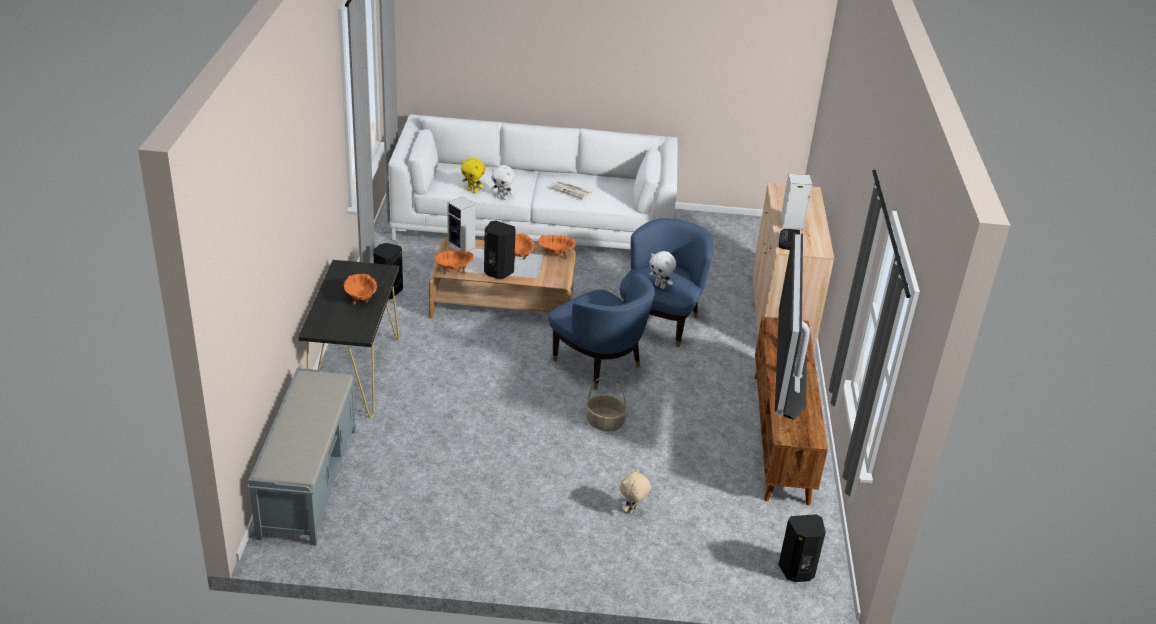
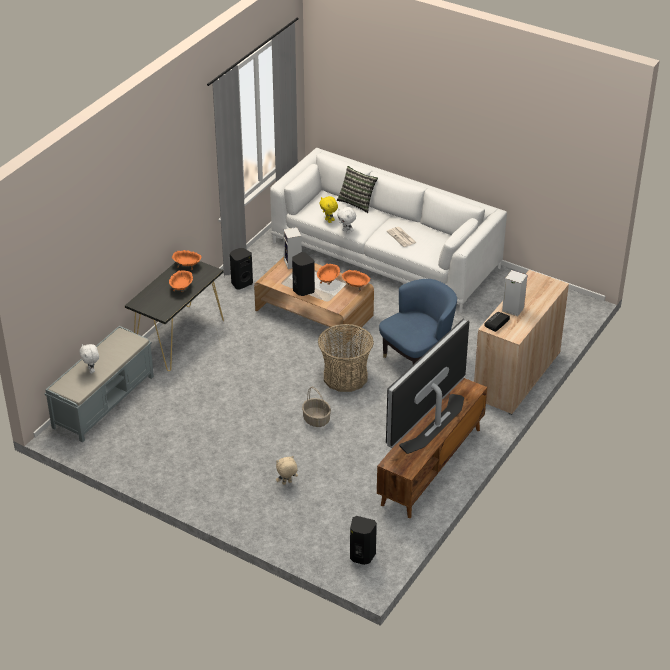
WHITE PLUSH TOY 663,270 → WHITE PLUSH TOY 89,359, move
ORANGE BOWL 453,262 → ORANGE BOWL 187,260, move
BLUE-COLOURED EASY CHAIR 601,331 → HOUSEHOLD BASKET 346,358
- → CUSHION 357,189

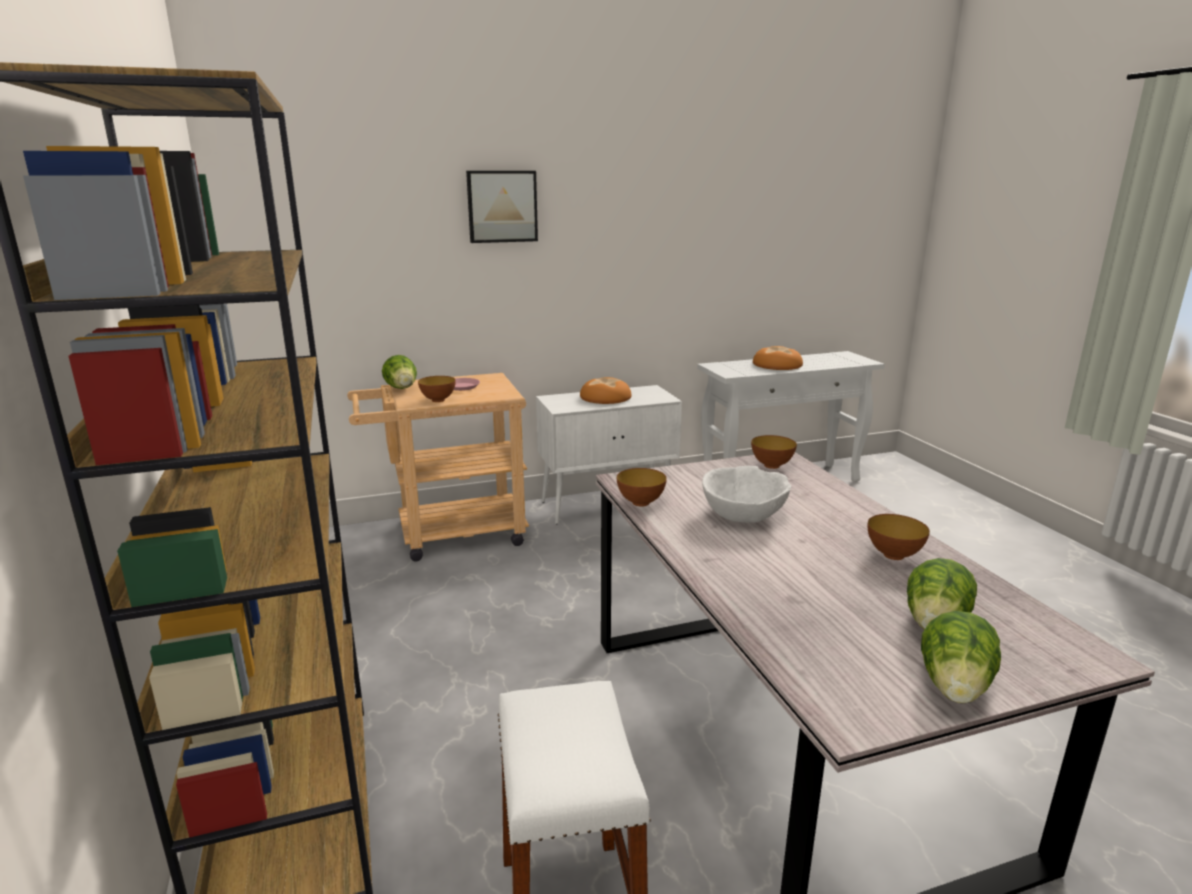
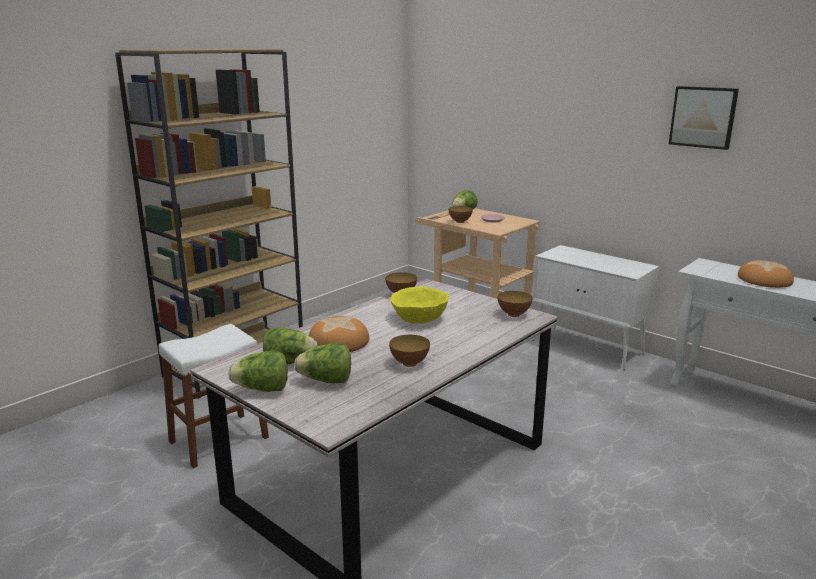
- → LETTUCE HEAD 290,346
BAKED BREAD 605,390 → BAKED BREAD 339,334, move
WHITE BOWL 746,494 → YELLOWISH BOWL 420,305
WALL ART 502,207 → WALL ART 704,118, move

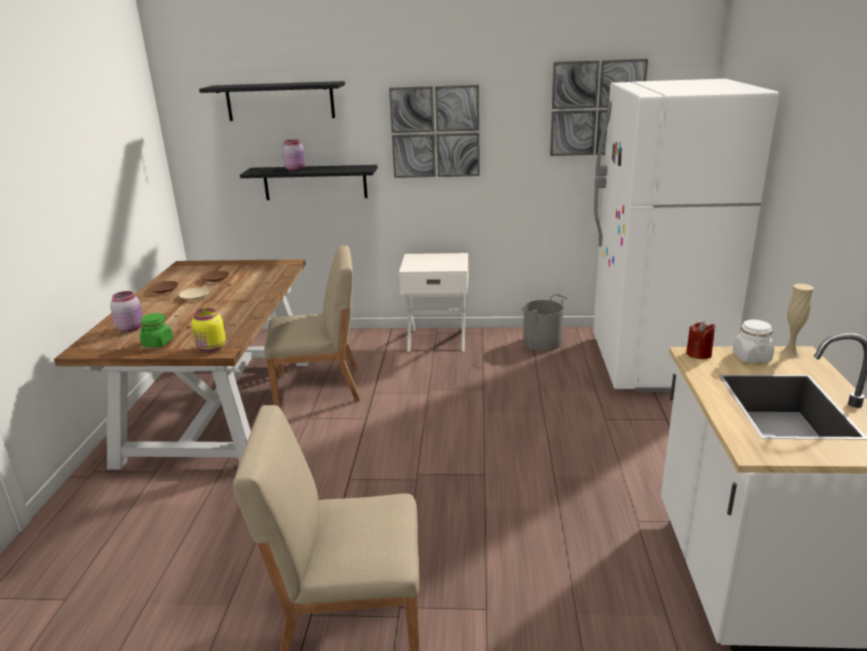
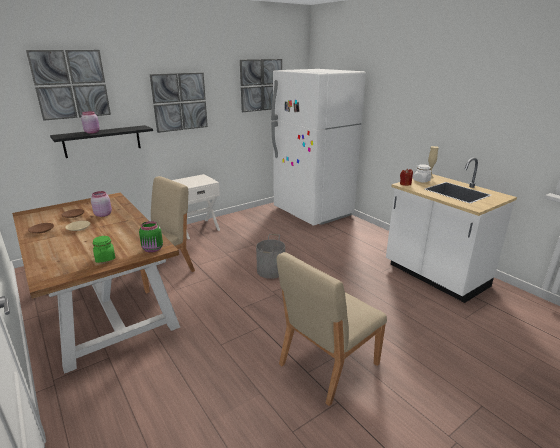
BLACK-COLOURED BRACKET SHELF 272,101 → WALL ART 68,85
PINKISH STORAGE JAR 126,311 → PINKISH STORAGE JAR 101,204, move
YELLOWISH STORAGE JAR 208,330 → GREEN STORAGE JAR 151,237
GREYISH WATER BUCKET 543,322 → GREYISH WATER BUCKET 270,256, move

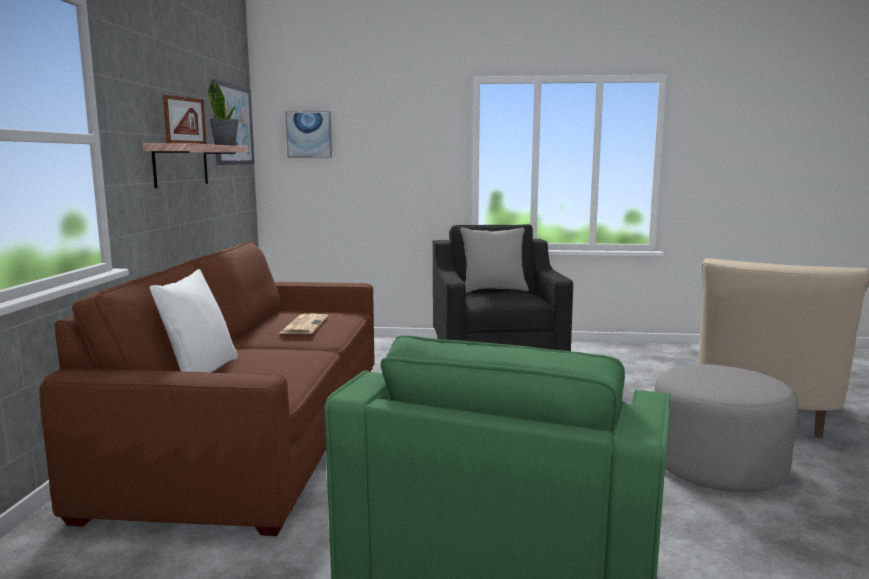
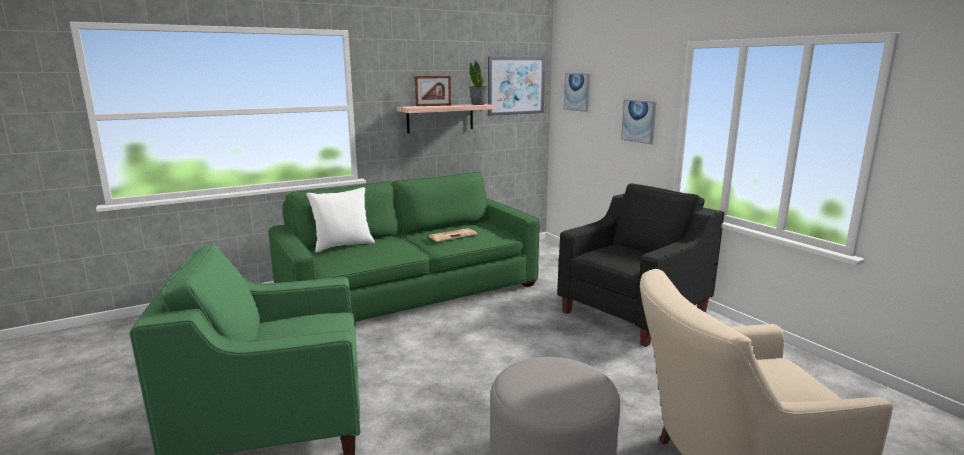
BROWN-COLOURED SOFA 207,388 → GREEN SOFA 404,247
- → WALL ART 638,121
GREYISH CUSHION 494,260 → -

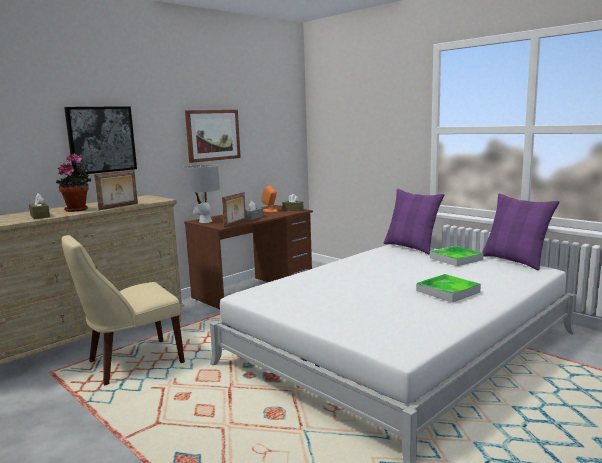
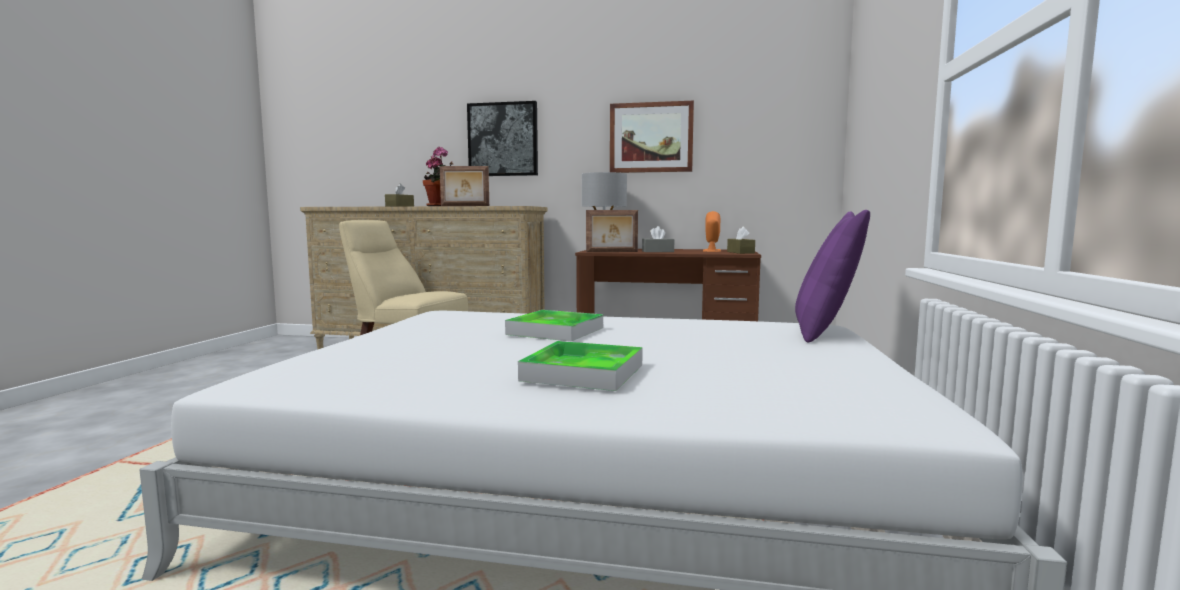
SERVING TRAY 457,256 → SERVING TRAY 554,325, move
PURPLE CUSHION 520,231 → -

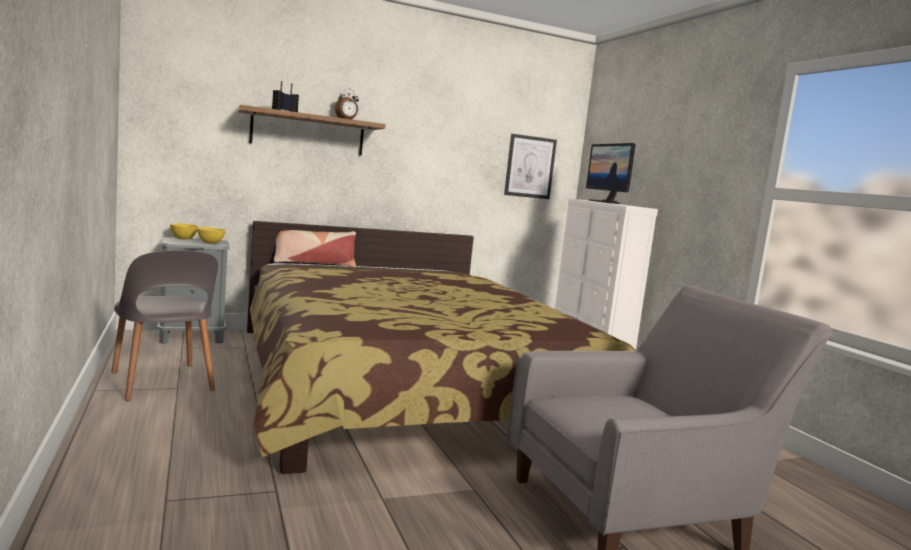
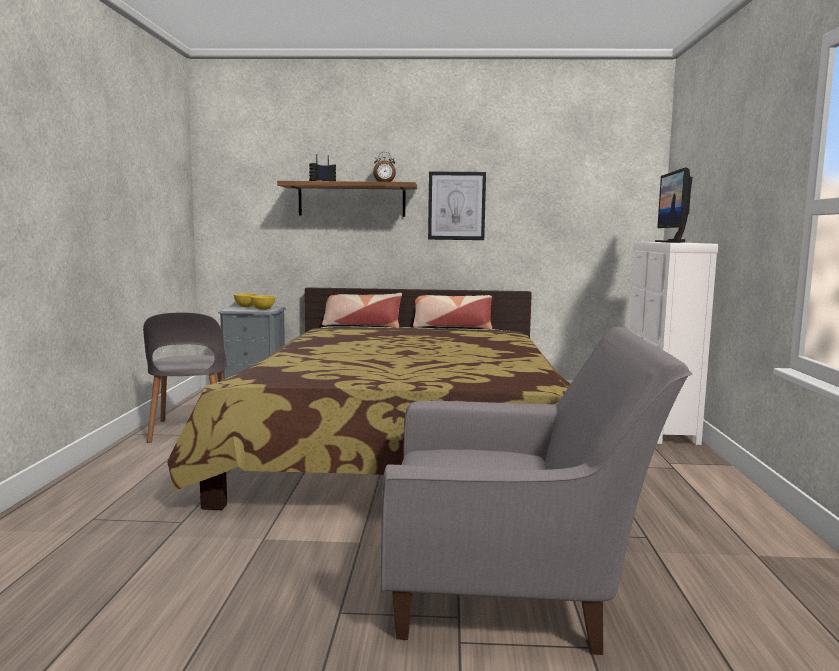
- → CUSHION 452,312
WALL ART 530,166 → WALL ART 457,205, move

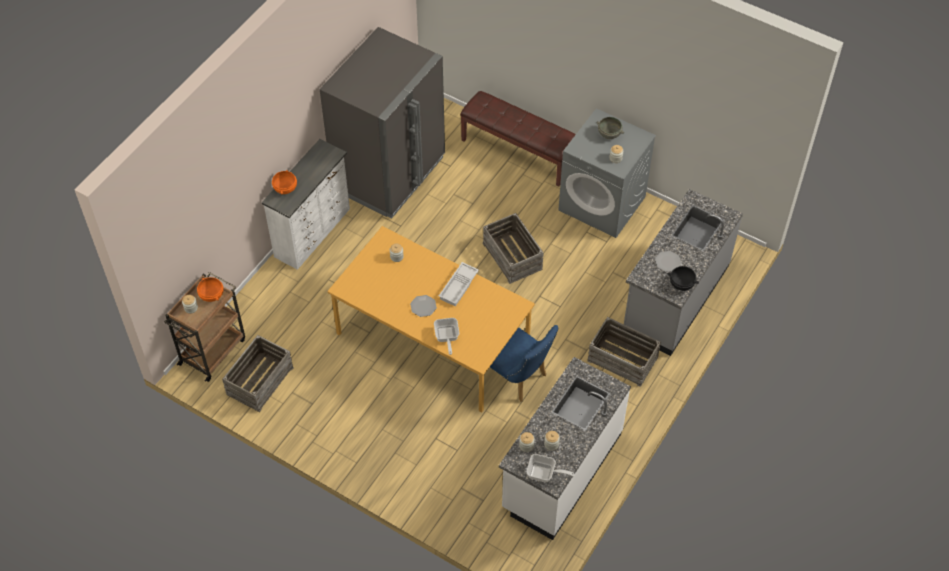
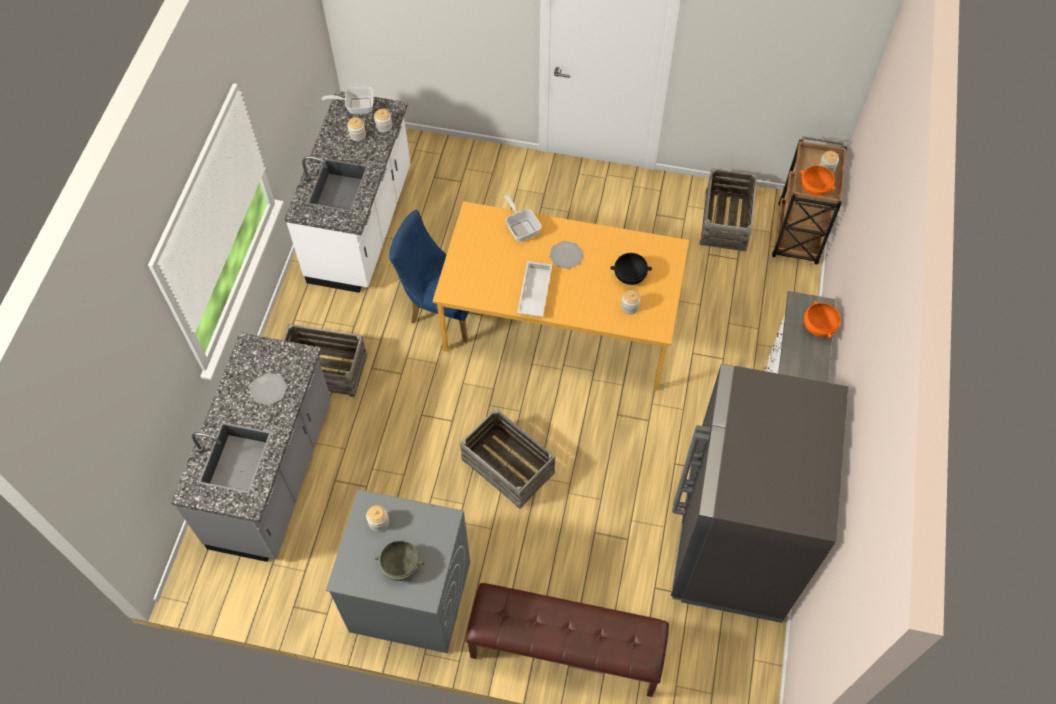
BLACK-COLOURED BOWL 683,278 → BLACK-COLOURED BOWL 631,269, move

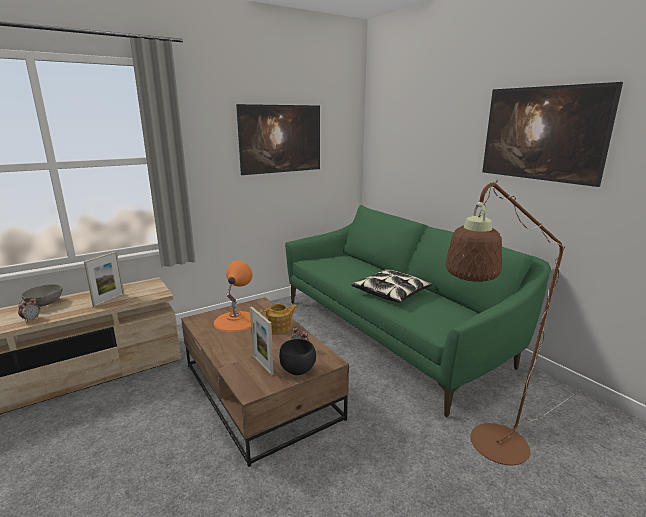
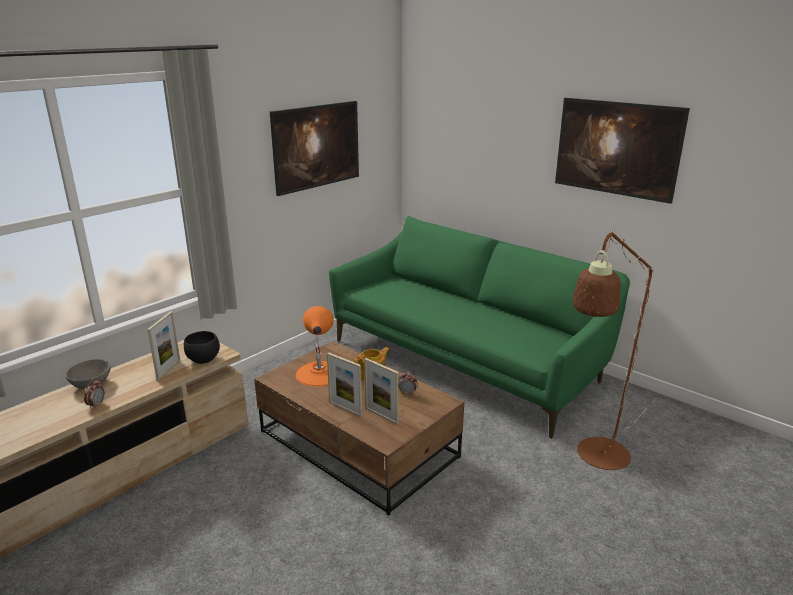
BLACK-COLOURED BOWL 297,357 → BLACK-COLOURED BOWL 202,347, move
- → STANDING FRAME 344,384
CUSHION 391,286 → -

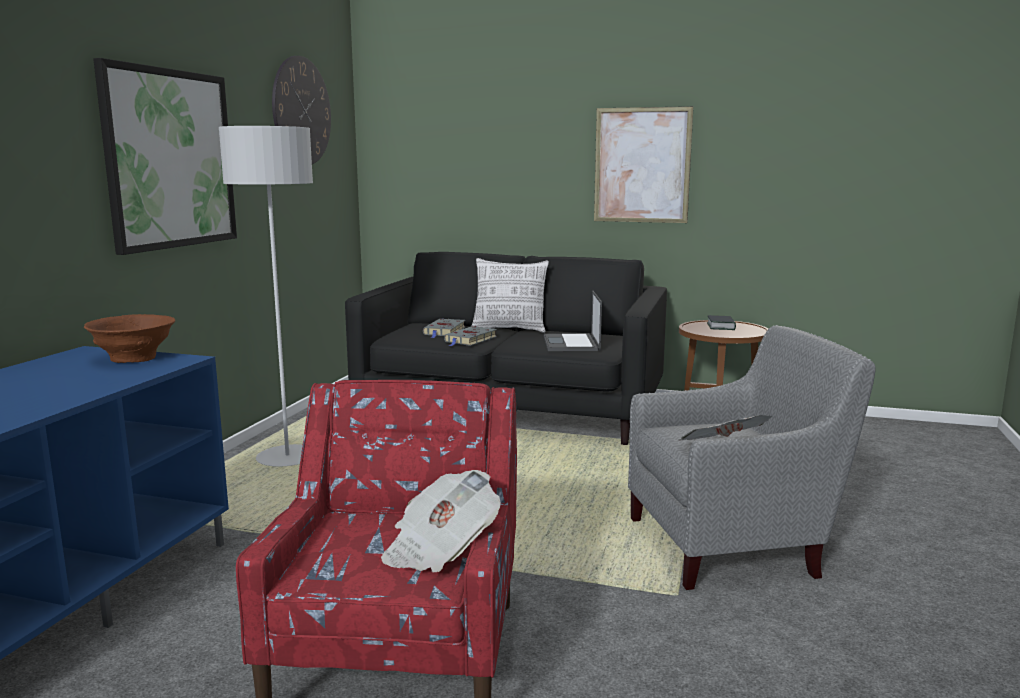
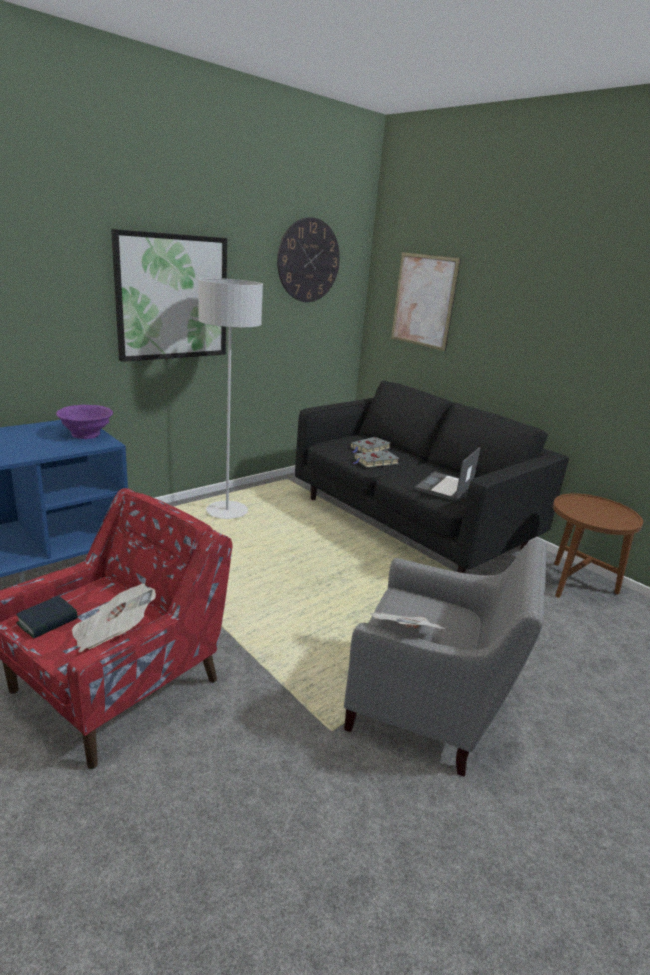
VOLUME 721,322 → VOLUME 46,617, move
BROWN-COLOURED BOWL 129,338 → PURPLE BOWL 84,422
WALL ART 643,164 → WALL ART 426,301, move
CUSHION 510,295 → -

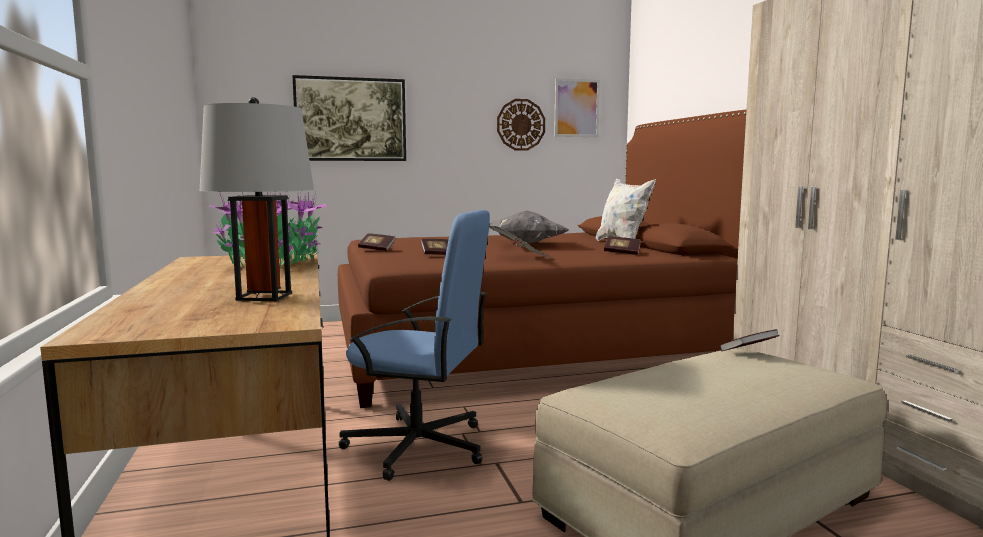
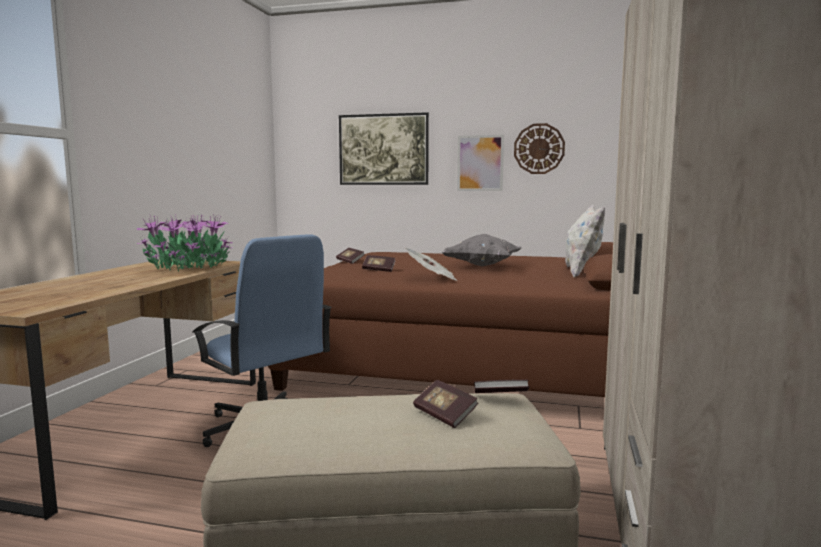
VOLUME 622,245 → VOLUME 445,404, move
WALL ART 577,107 → WALL ART 480,163, move
GREYISH TABLE LAMP 256,199 → -

